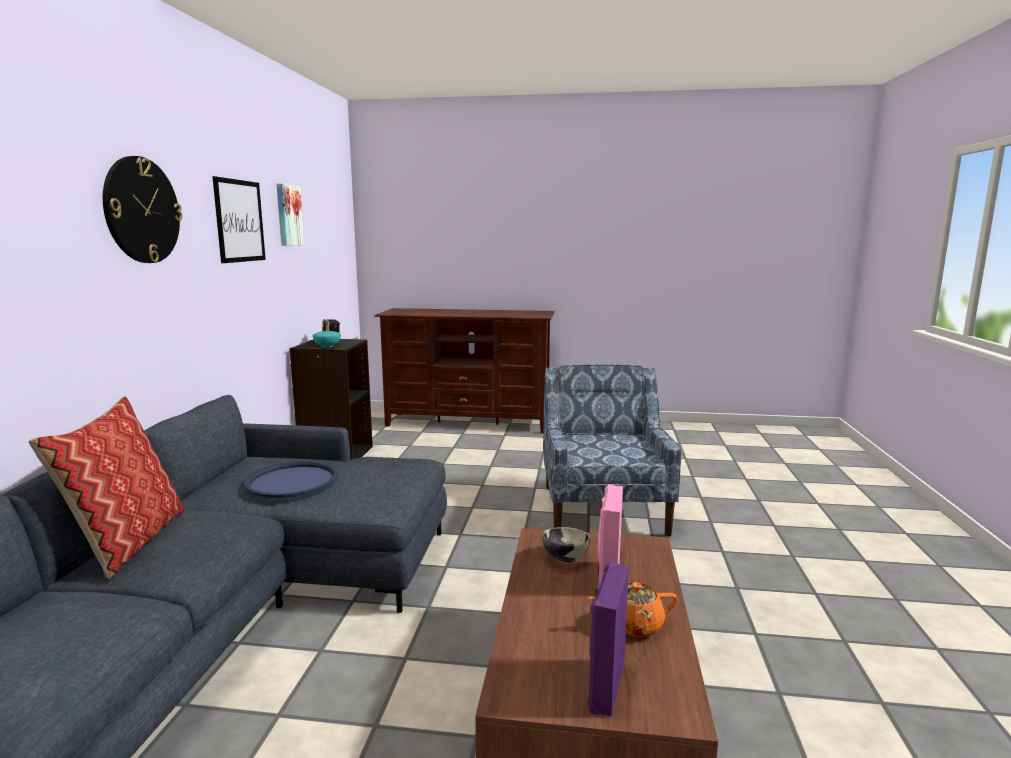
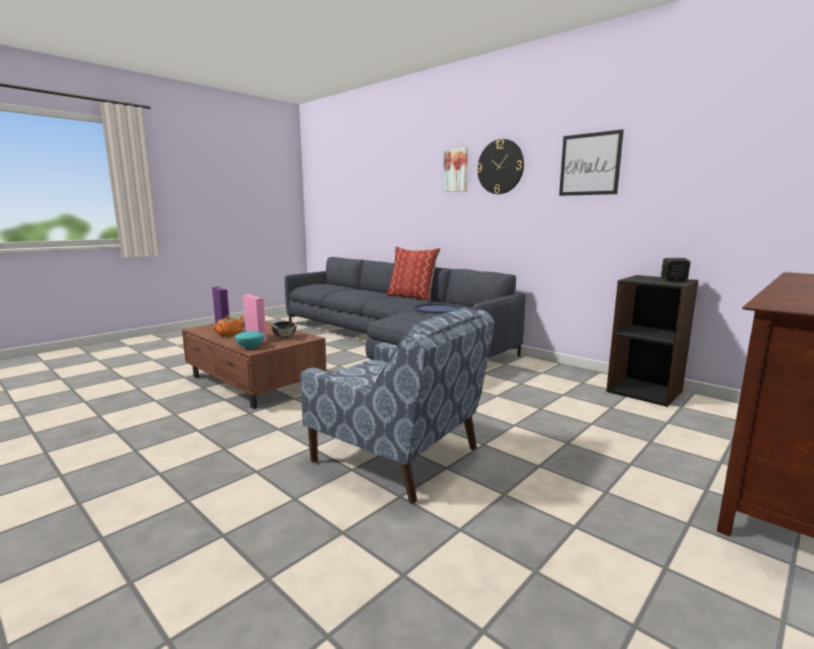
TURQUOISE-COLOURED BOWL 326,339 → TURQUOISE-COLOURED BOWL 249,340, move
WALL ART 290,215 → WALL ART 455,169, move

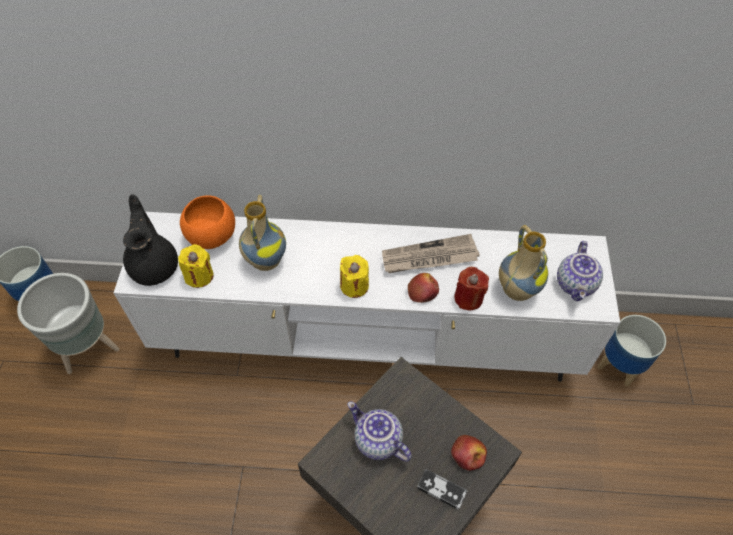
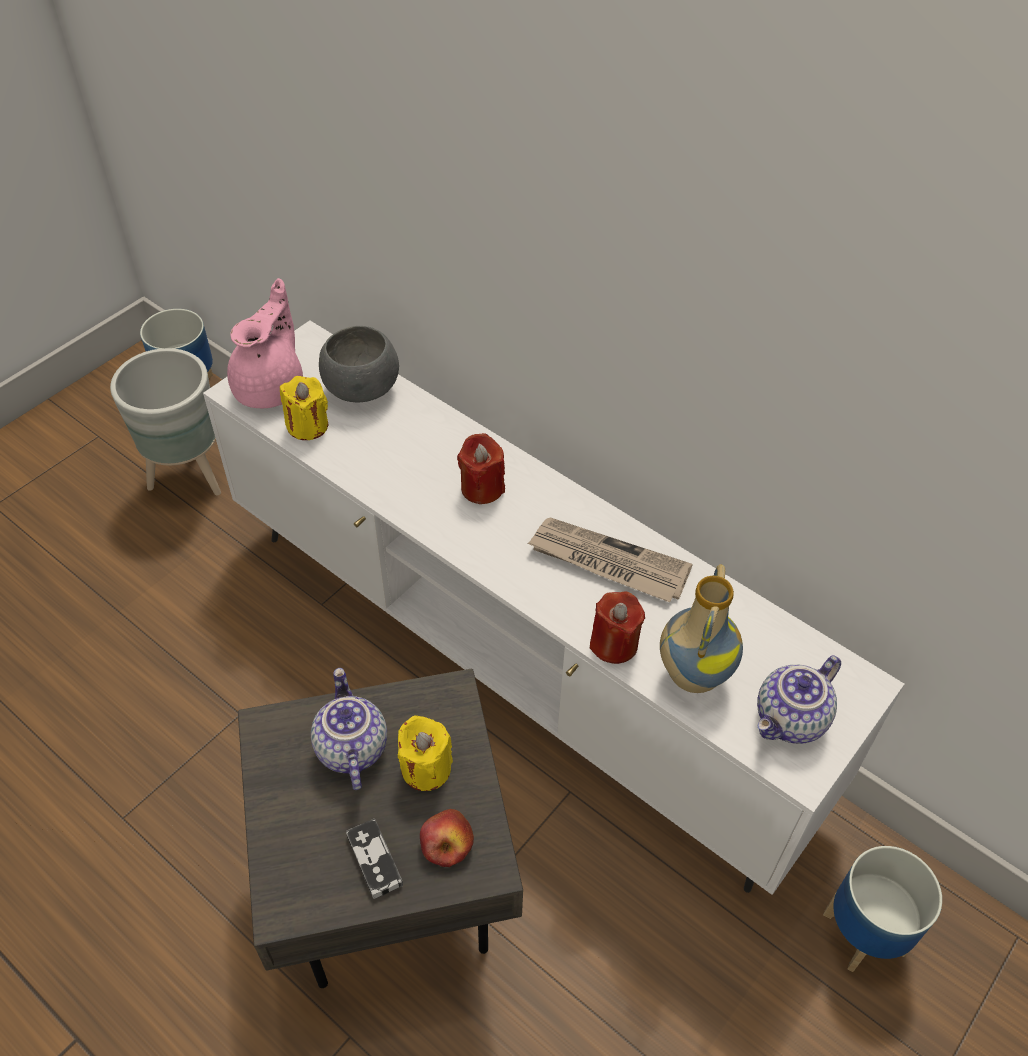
BLACK-COLOURED TEAPOT 150,240 → PINKISH TEAPOT 265,343
ORANGE BOWL 207,222 → GREYISH BOWL 359,364
YELLOWISH WAX CANDLE 354,276 → YELLOWISH WAX CANDLE 425,753, move
- → RED-COLOURED WAX CANDLE 481,468
FLOWER VASE 262,233 → -
APPLE FRUIT 423,288 → -

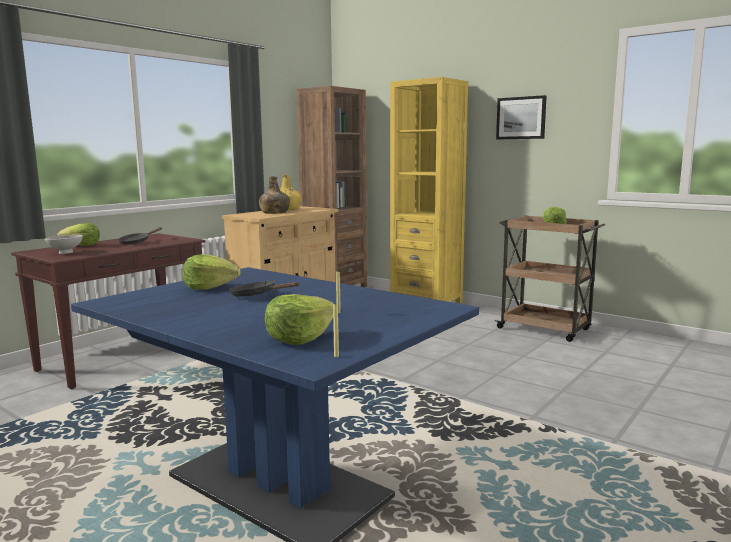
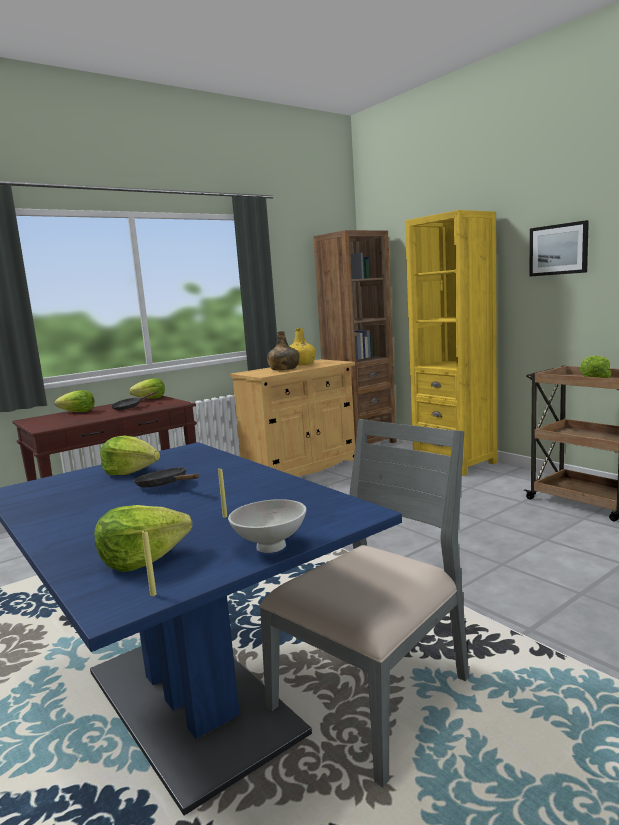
- → LETTUCE HEAD 147,388
WHITE BOWL 64,244 → WHITE BOWL 267,526, move
- → GREYISH CHAIR 364,603

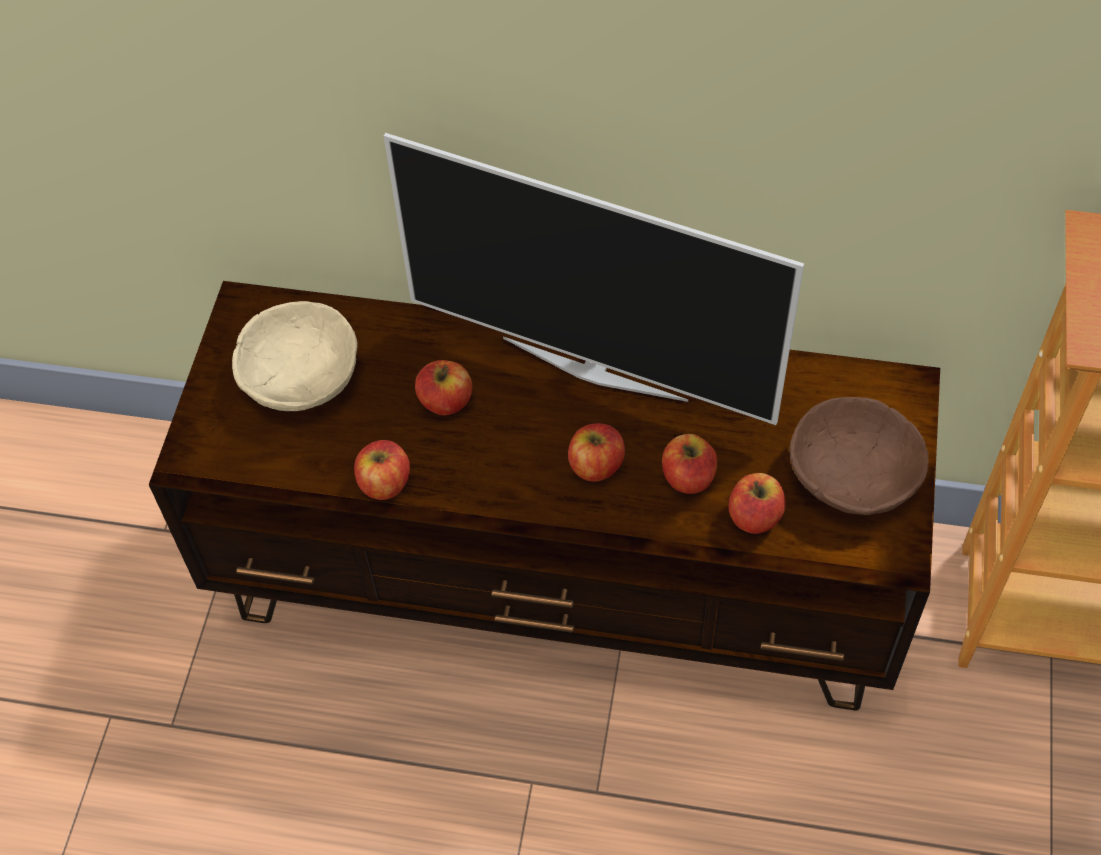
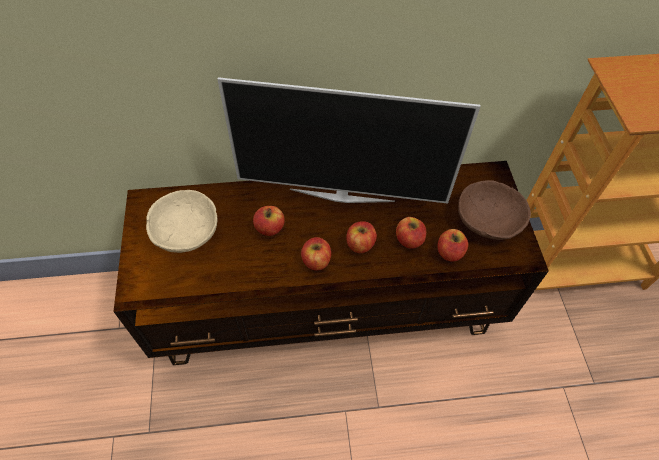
APPLE FRUIT 382,470 → APPLE FRUIT 316,253, move

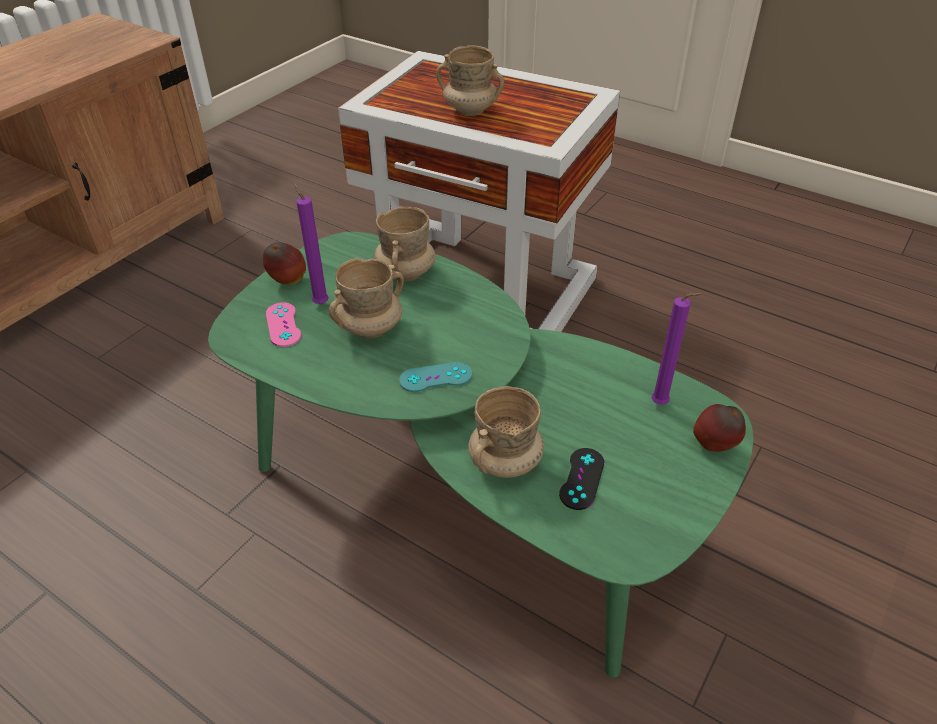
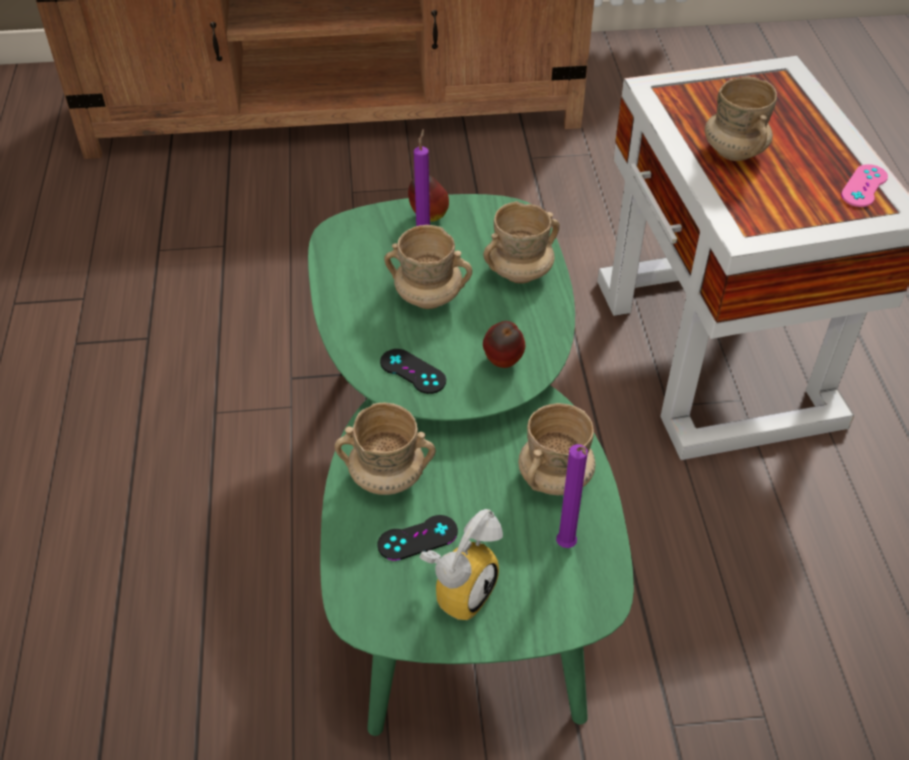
TURQUOISE-COLOURED GAMEPAD 435,377 → BLACK-COLOURED GAMEPAD 413,371
- → TABLE CLOCK 461,564
APPLE FRUIT 719,428 → APPLE FRUIT 504,344, move
- → SAND-COLOURED MUG 557,449
PINKISH GAMEPAD 283,324 → PINKISH GAMEPAD 864,185, move

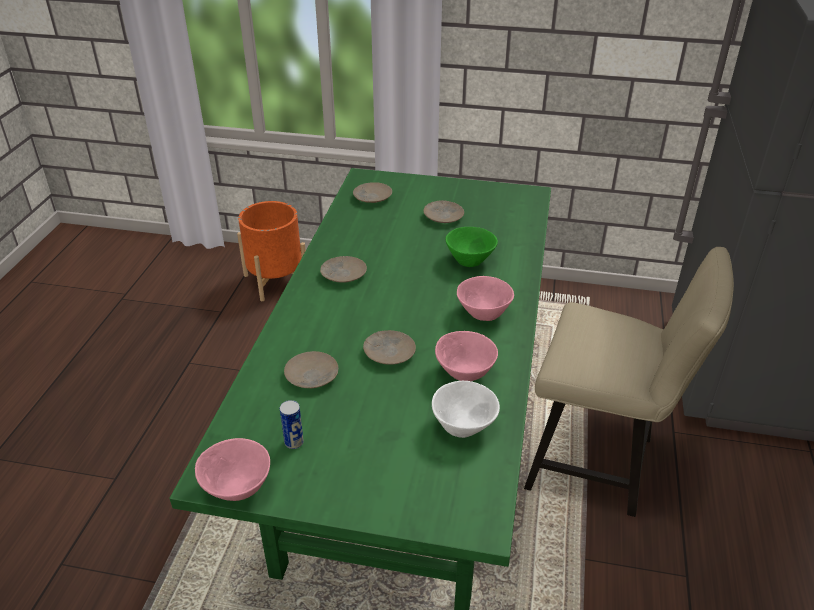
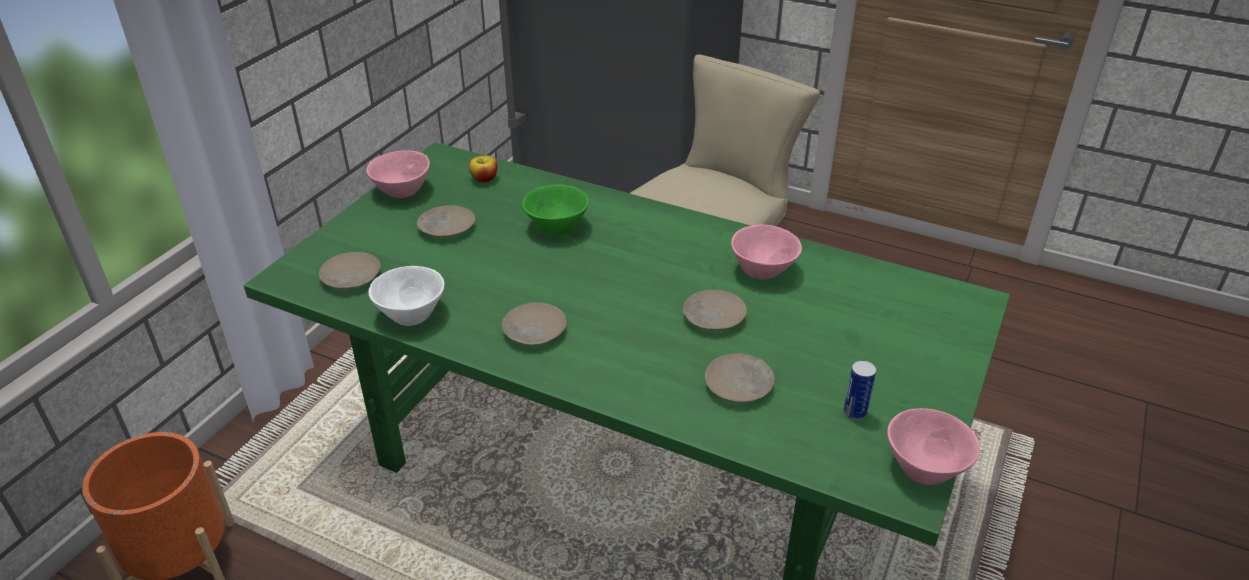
PINKISH BOWL 485,298 → PINKISH BOWL 398,174, move
WHITE BOWL 466,409 → WHITE BOWL 407,296, move
- → APPLE FRUIT 483,169

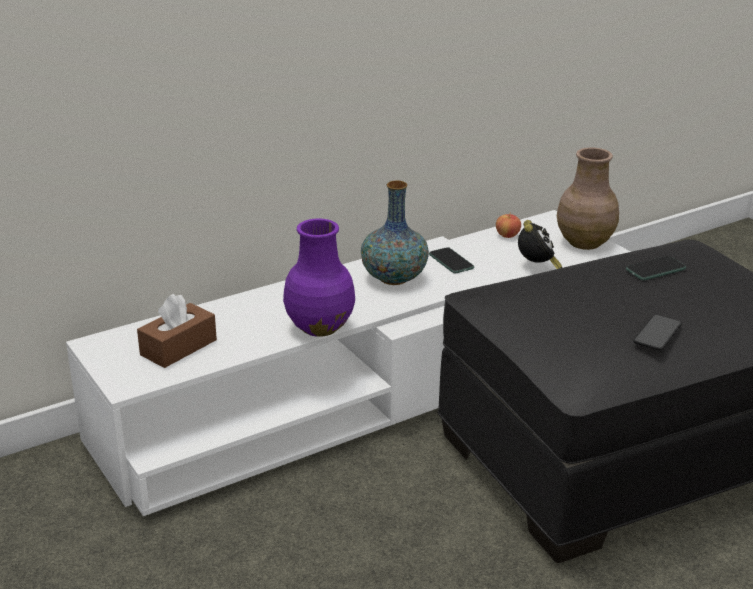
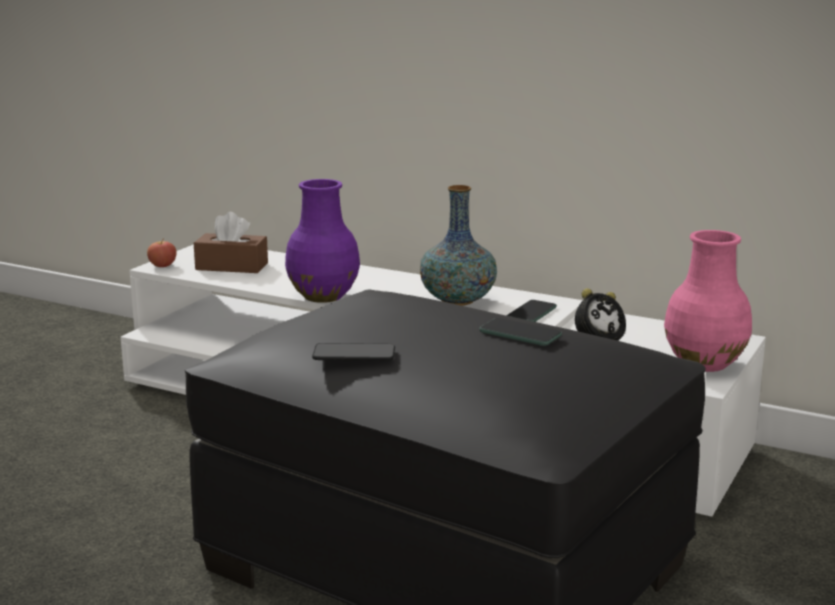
APPLE FRUIT 508,225 → APPLE FRUIT 162,252, move
BROWN-COLOURED FLOWER VASE 588,199 → PINKISH FLOWER VASE 708,301

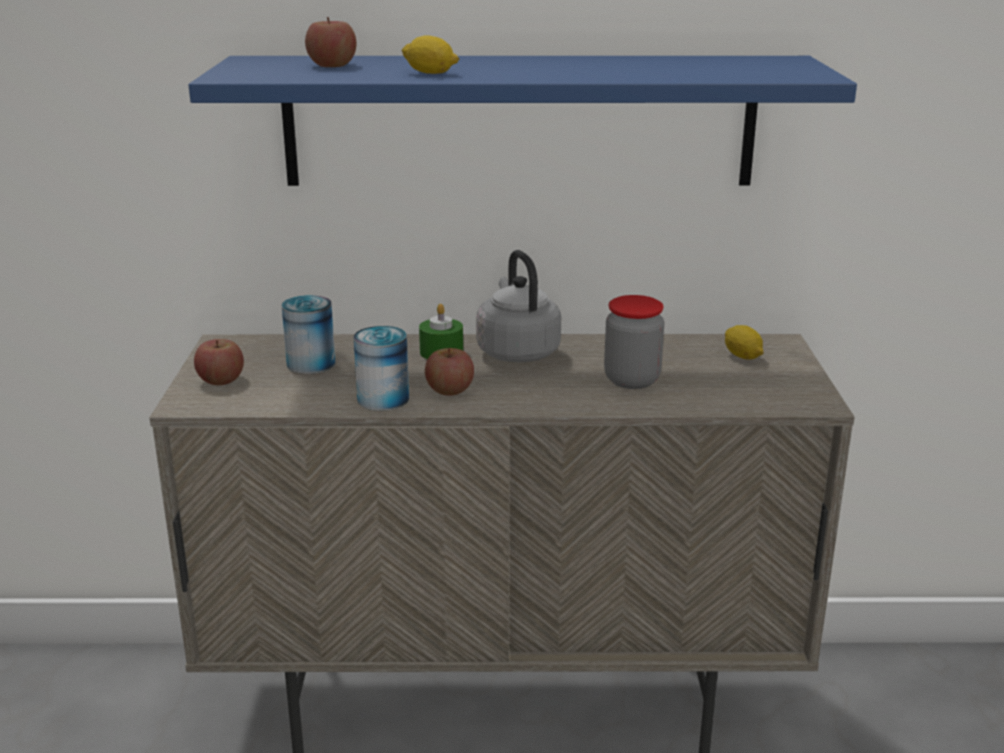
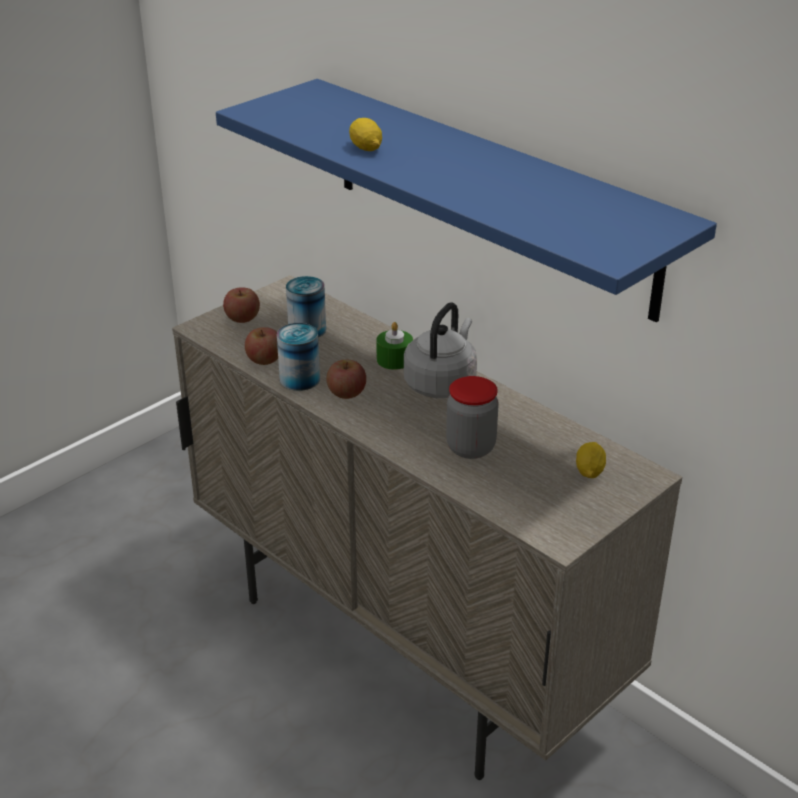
APPLE FRUIT 330,42 → APPLE FRUIT 261,346, move

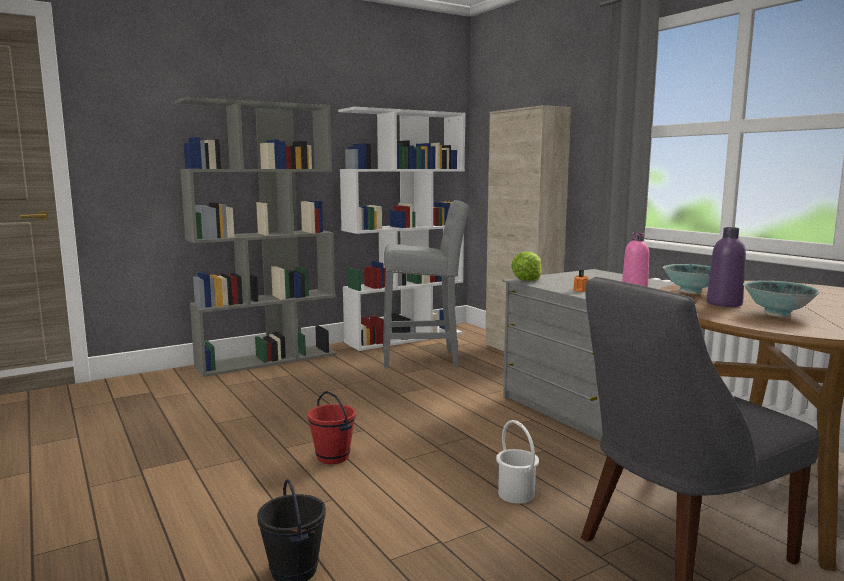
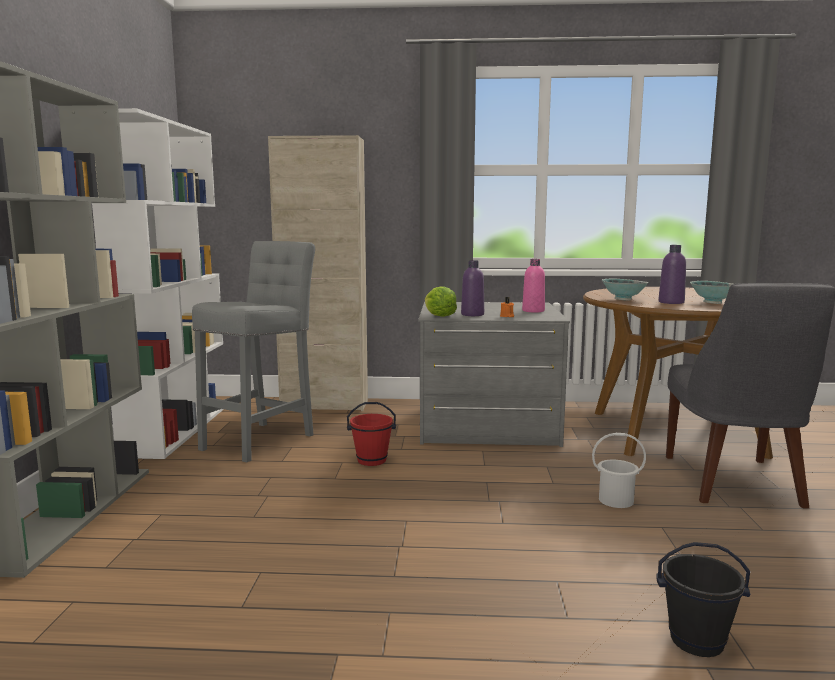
RED-COLOURED WATER BUCKET 331,427 → RED-COLOURED WATER BUCKET 371,434, move
- → PURPLE BEVERAGE BOTTLE 472,288

